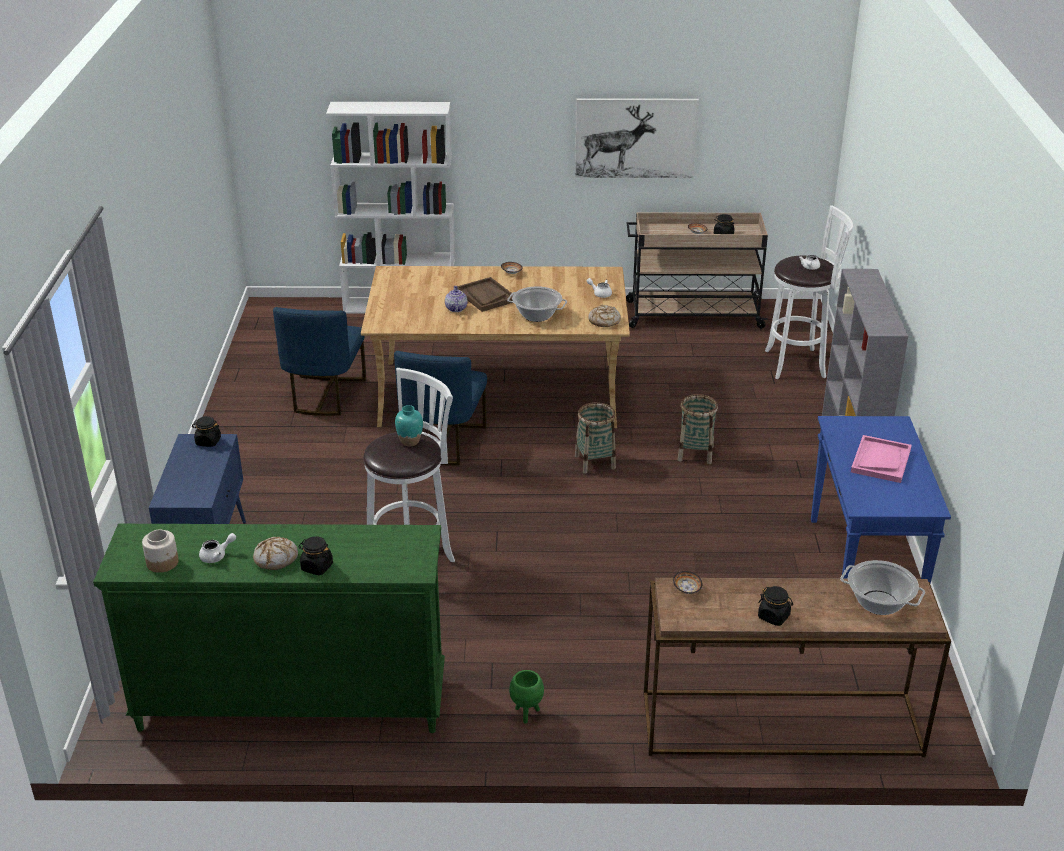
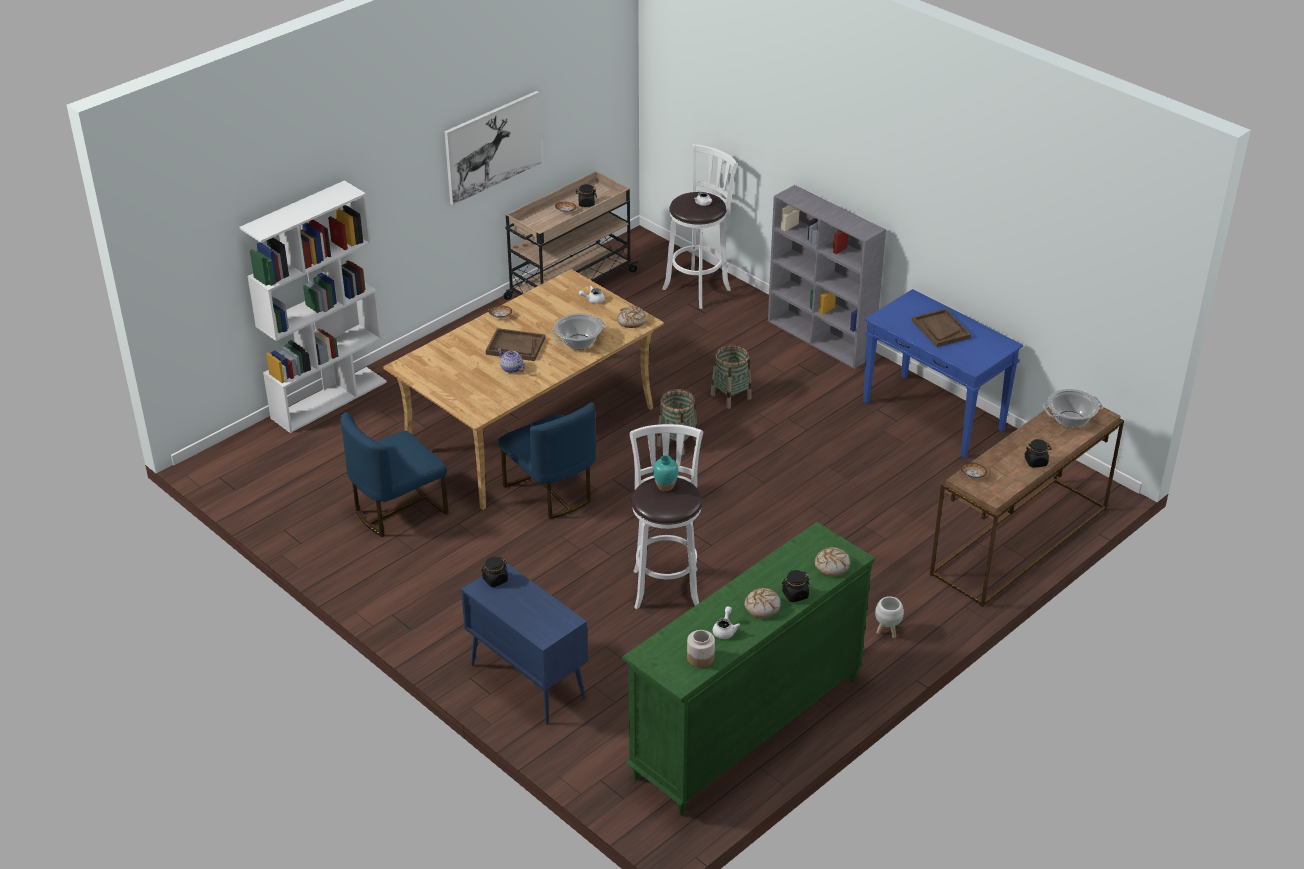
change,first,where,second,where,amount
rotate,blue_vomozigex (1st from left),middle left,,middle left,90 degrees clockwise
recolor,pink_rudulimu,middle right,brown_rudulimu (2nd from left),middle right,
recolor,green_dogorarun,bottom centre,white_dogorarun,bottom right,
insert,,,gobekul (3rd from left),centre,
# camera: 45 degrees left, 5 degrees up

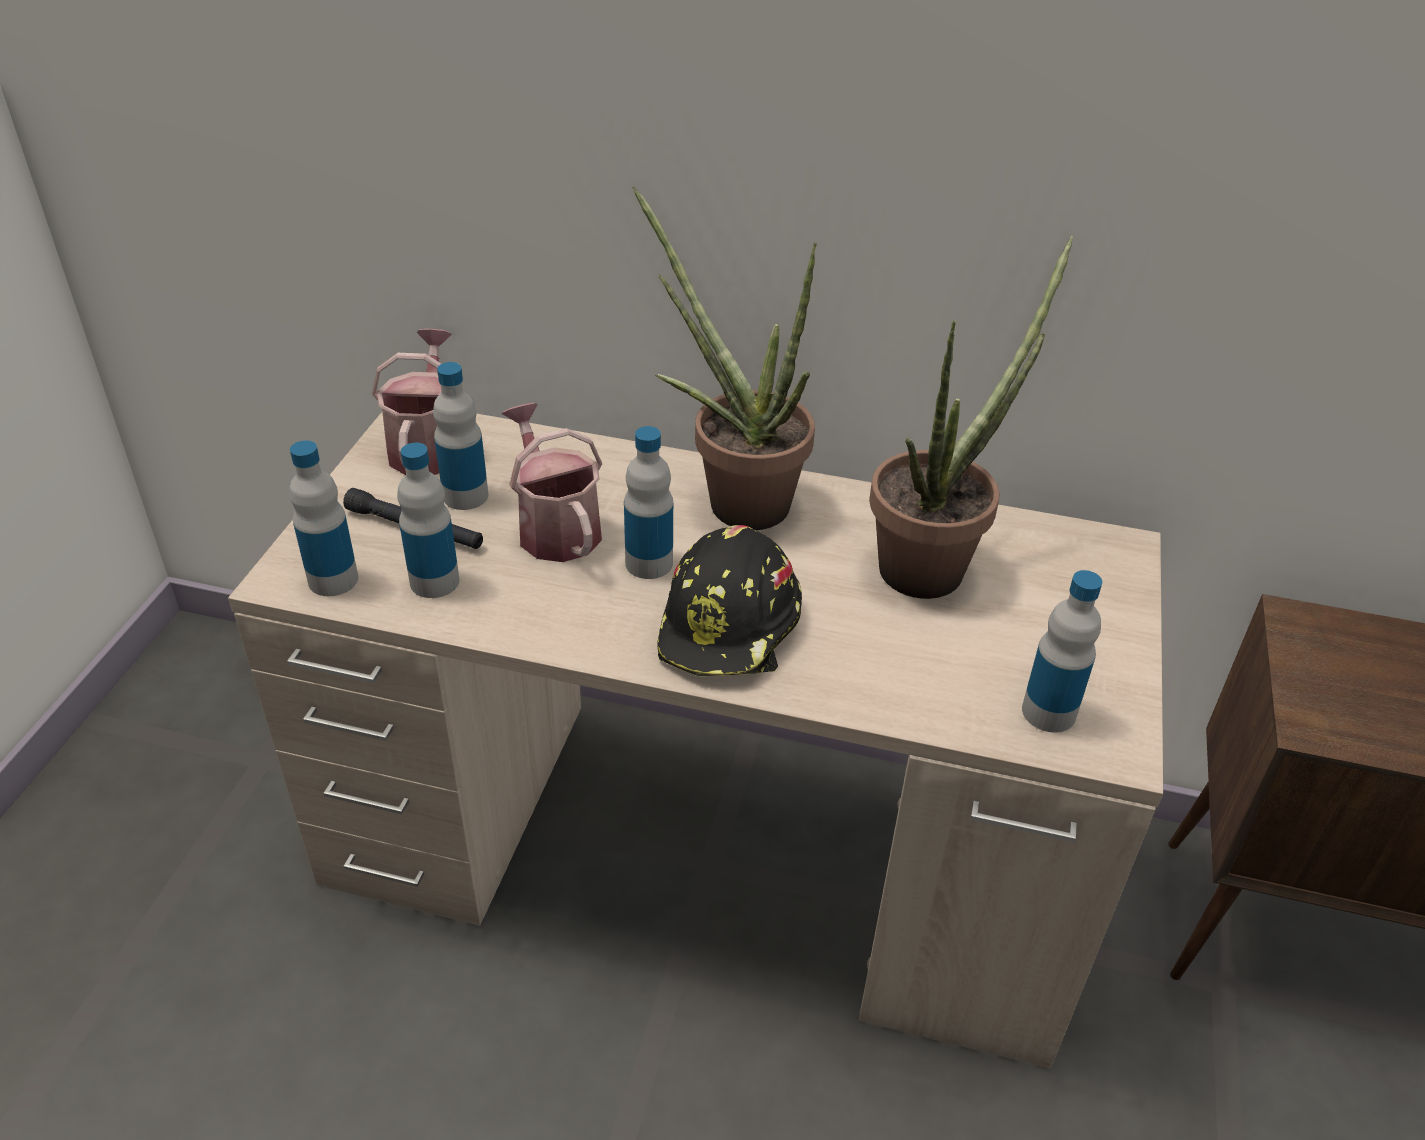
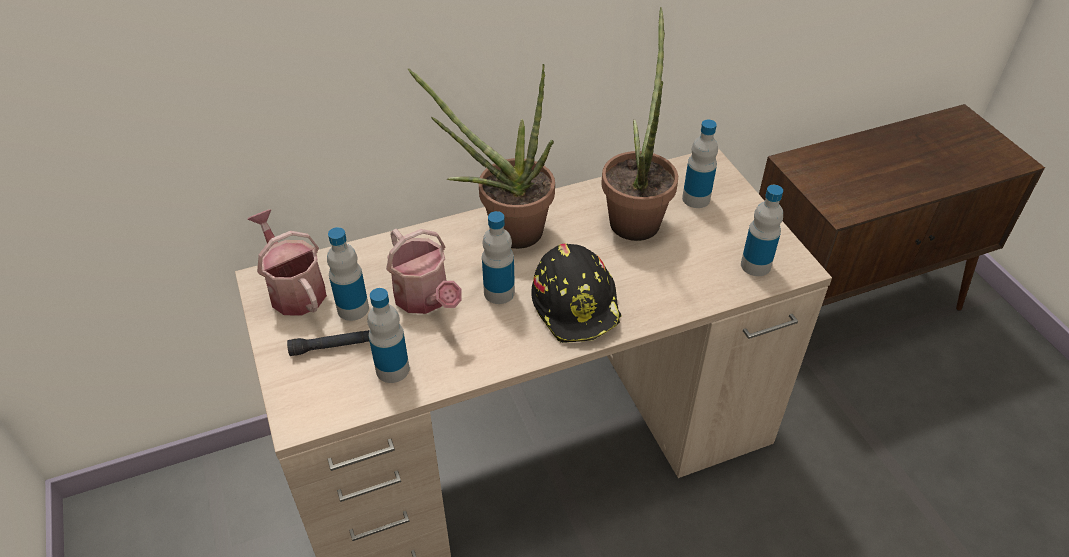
change,first,where,second,where,amount
rotate,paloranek (2nd from left),centre,,centre,150 degrees counterclockwise
move,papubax (1st from left in the first image),middle left,papubax (4th from left),top centre,
# camera: 35 degrees left, 5 degrees up

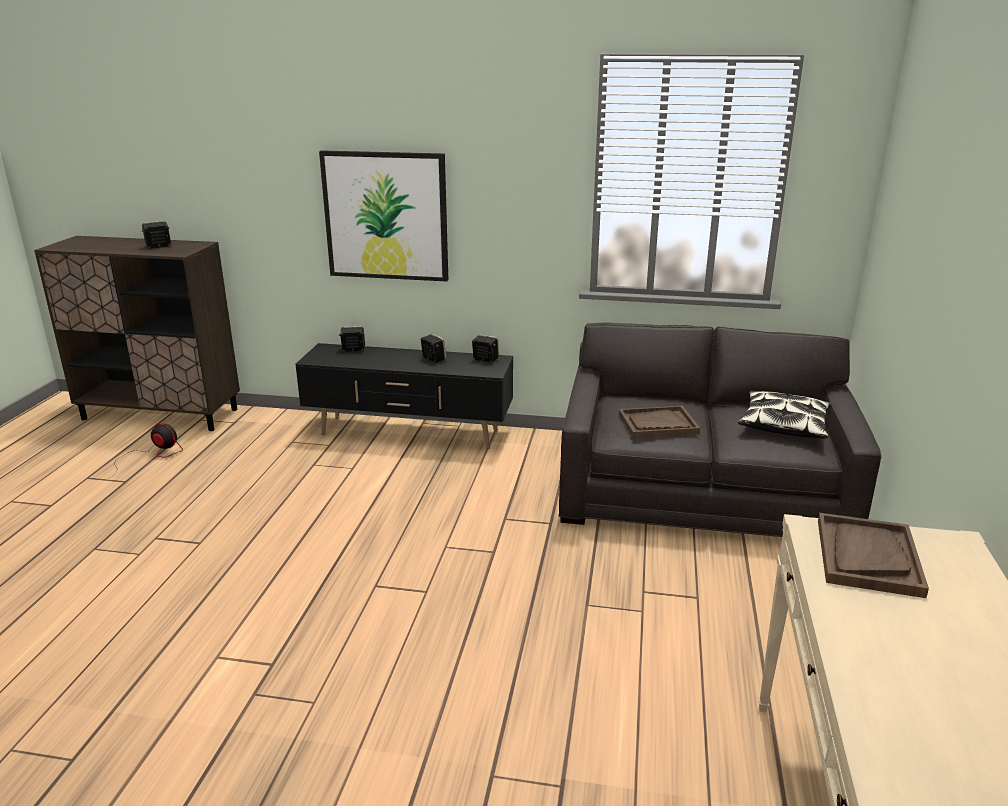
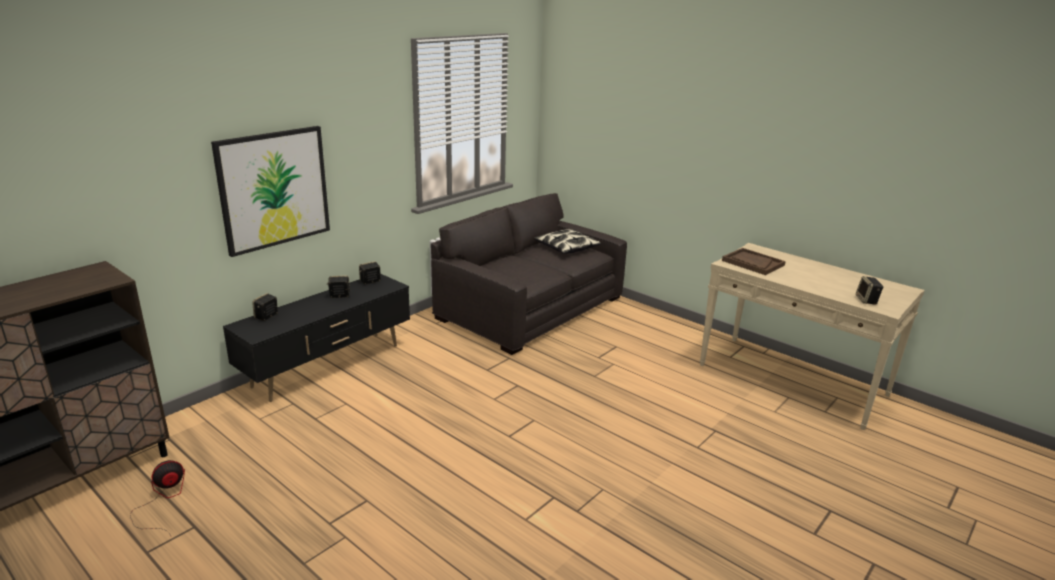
change,first,where,second,where,amount
move,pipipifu (1st from left in the first image),top left,pipipifu (4th from left),middle right,
delete,brown_rudulimu (1st from left),centre,,,
# camera: 60 degrees left, 0 degrees up

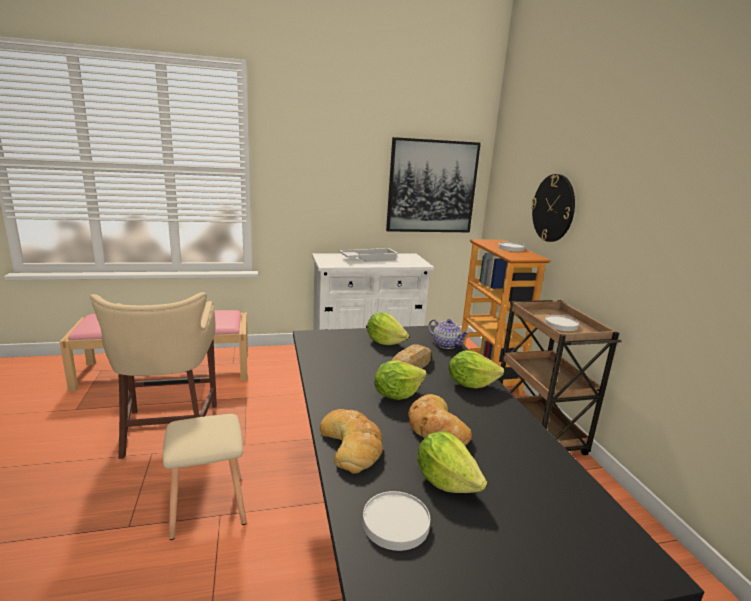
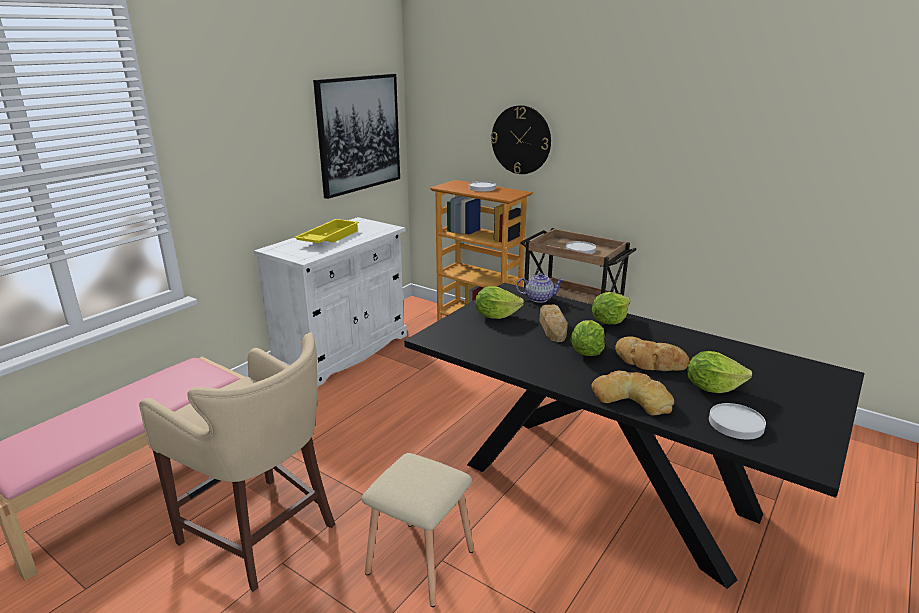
change,first,where,second,where,amount
recolor,white_rudulimu,centre,yellow_rudulimu,centre,
# camera: 40 degrees left, 5 degrees up

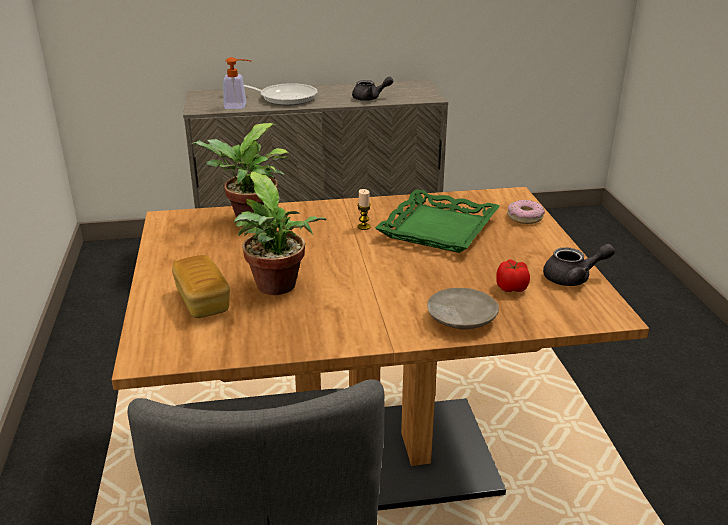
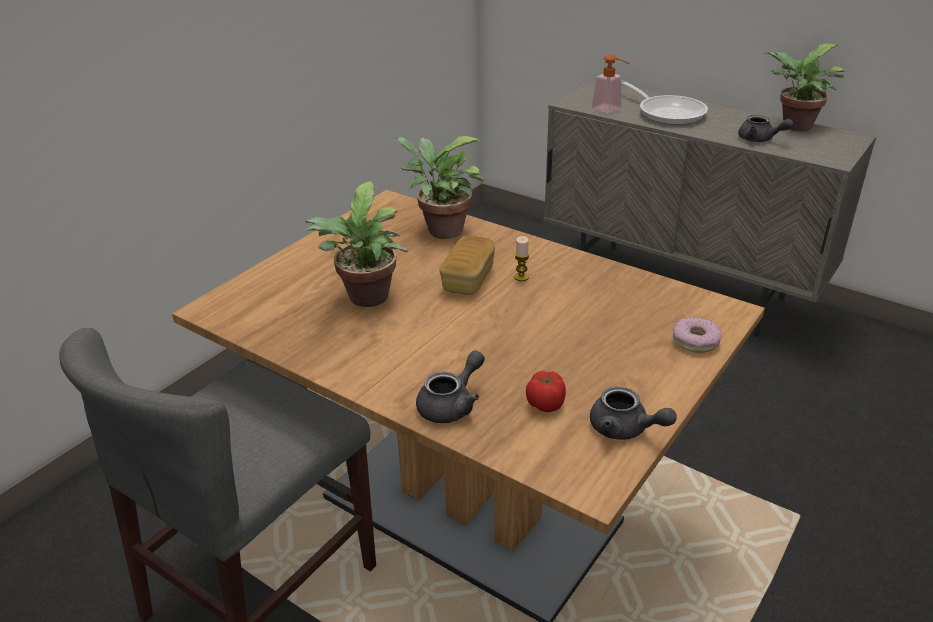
change,first,where,second,where,amount
delete,green_rudulimu,centre,,,
move,gobekul,middle left,,centre,
replace,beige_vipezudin,centre,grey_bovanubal (1st from left),centre,
insert,,,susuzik (3rd from left),top right,
# camera: 45 degrees right, 5 degrees up

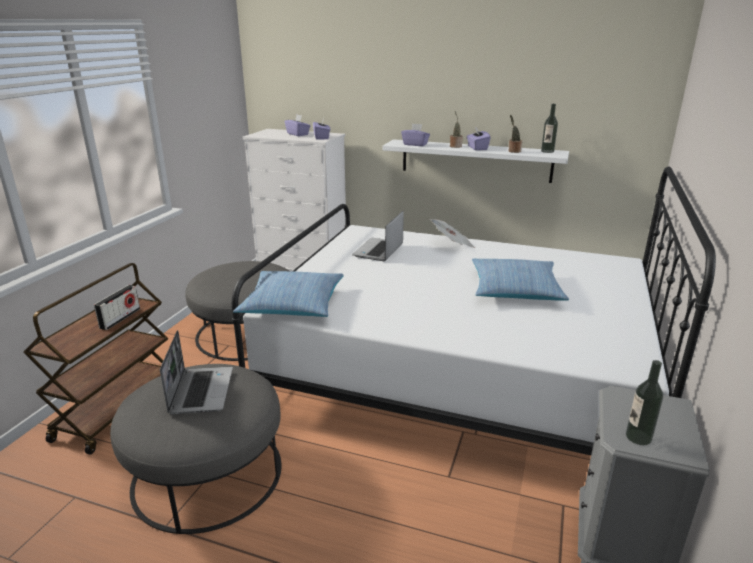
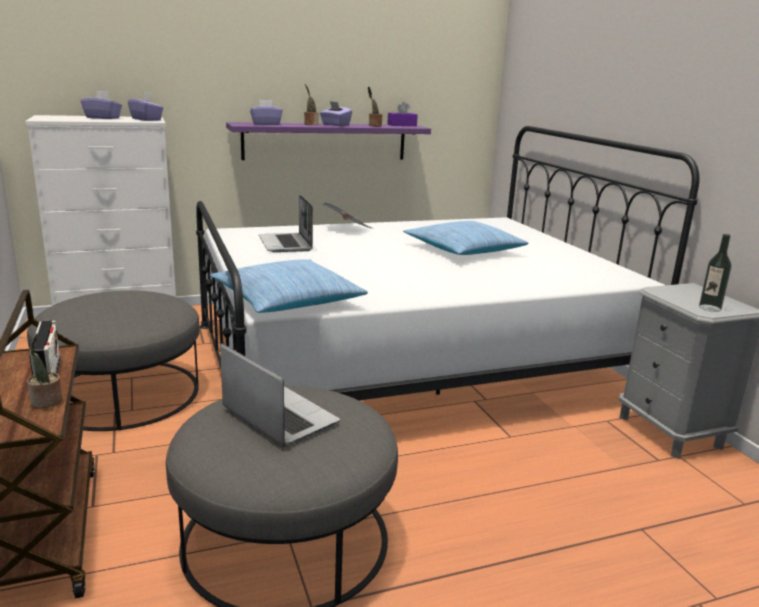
change,first,where,second,where,amount
replace,papubax (1st from left),top right,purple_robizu (5th from left),top centre,
recolor,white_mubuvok,top centre,purple_mubuvok,top centre,
insert,,,susuzik (1st from left),middle left,
# camera: 40 degrees left, 5 degrees down

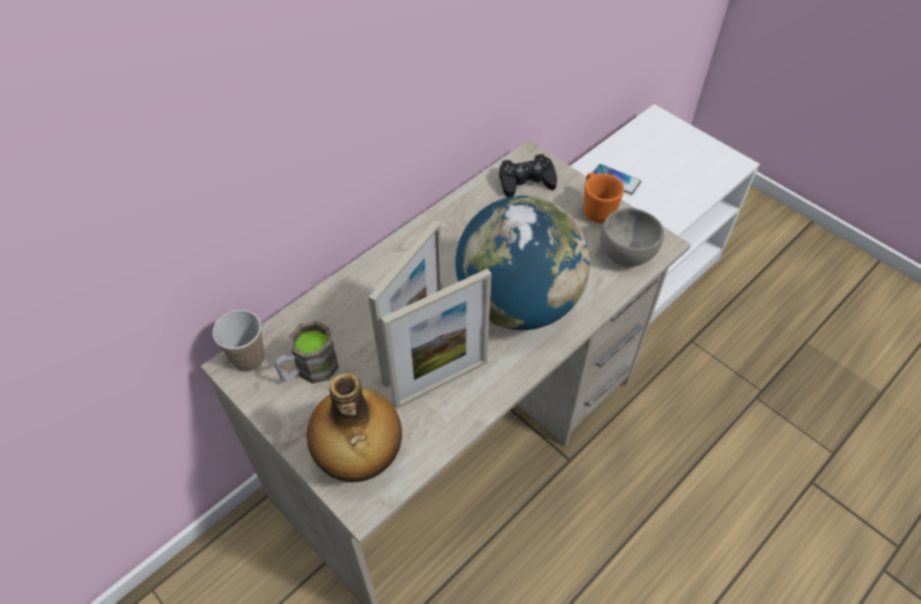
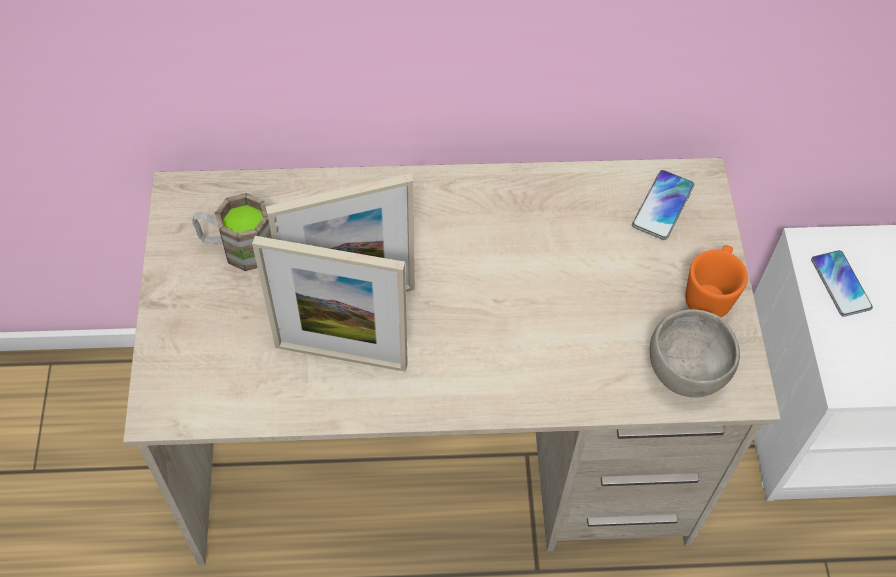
change,first,where,second,where,amount
replace,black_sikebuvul,top centre,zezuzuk (1st from left),middle right,
delete,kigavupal,centre,,,
delete,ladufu,middle left,,,
delete,papubax,bottom centre,,,
# camera: 40 degrees right, 5 degrees up

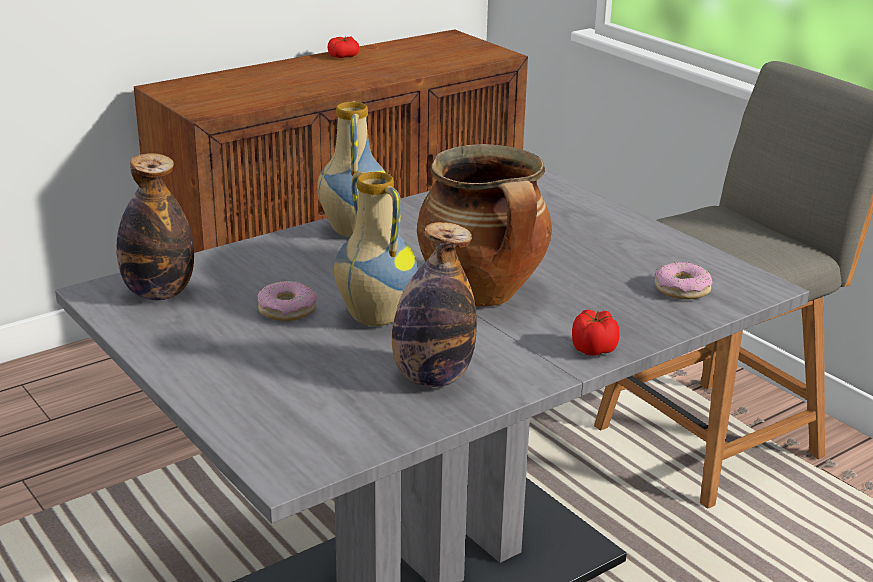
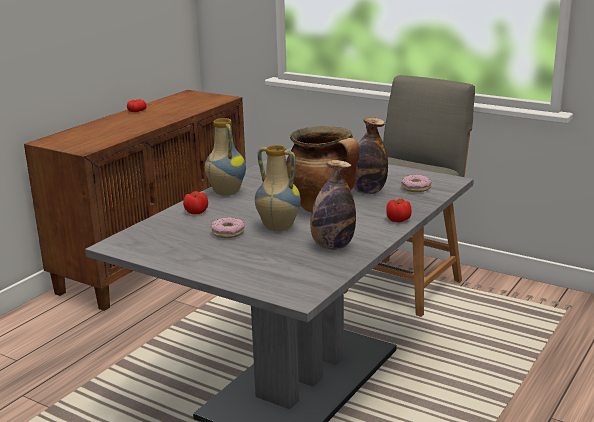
change,first,where,second,where,amount
move,papubax (1st from left in the first image),middle left,papubax (2nd from left),centre,
insert,,,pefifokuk (2nd from left),middle left,
# camera: 20 degrees left, 5 degrees down

